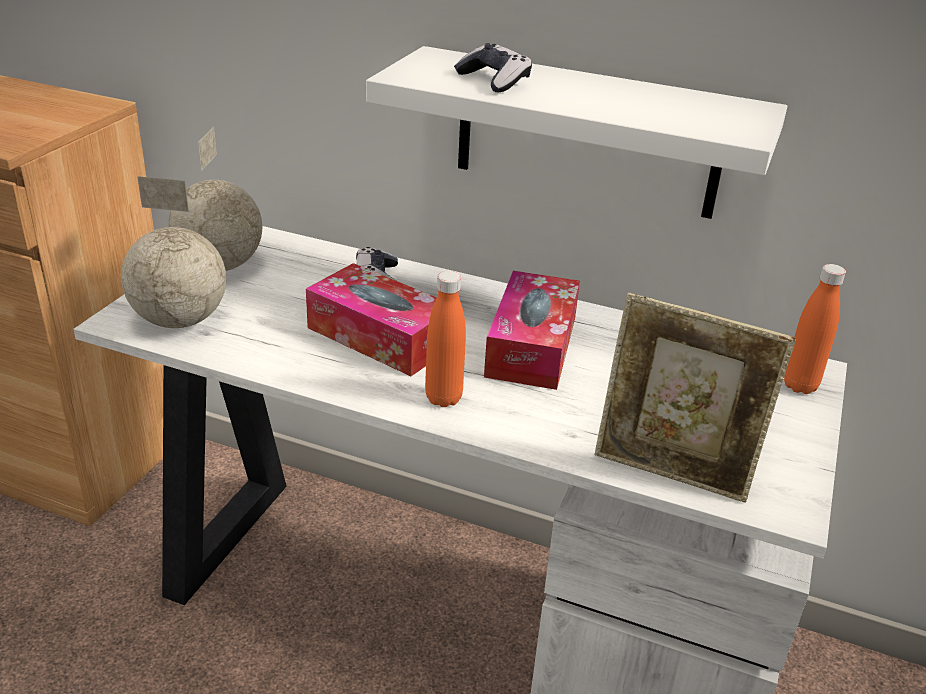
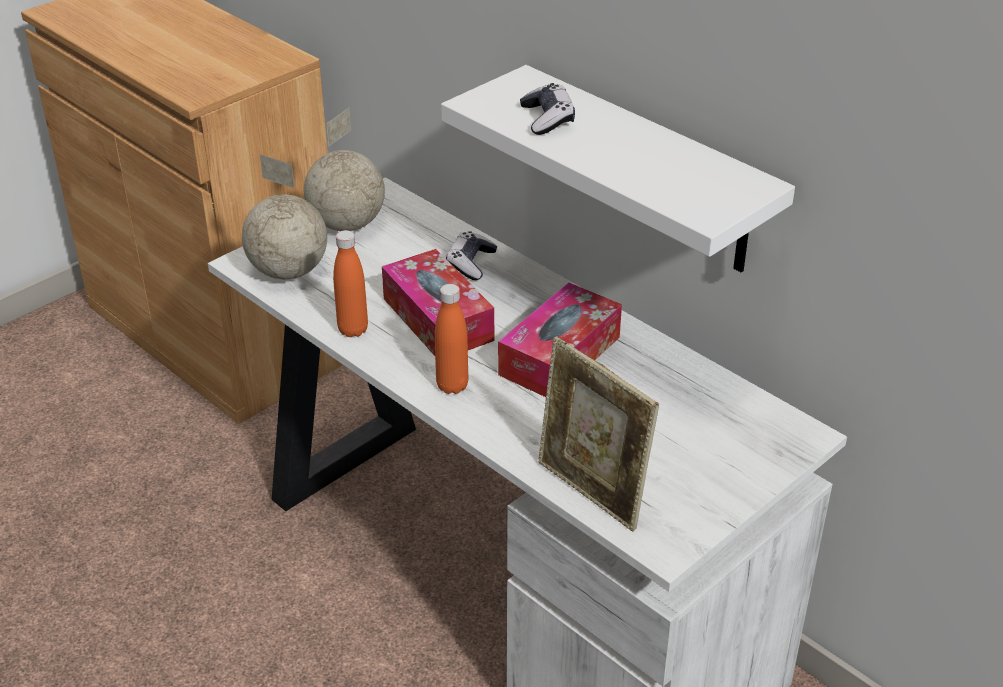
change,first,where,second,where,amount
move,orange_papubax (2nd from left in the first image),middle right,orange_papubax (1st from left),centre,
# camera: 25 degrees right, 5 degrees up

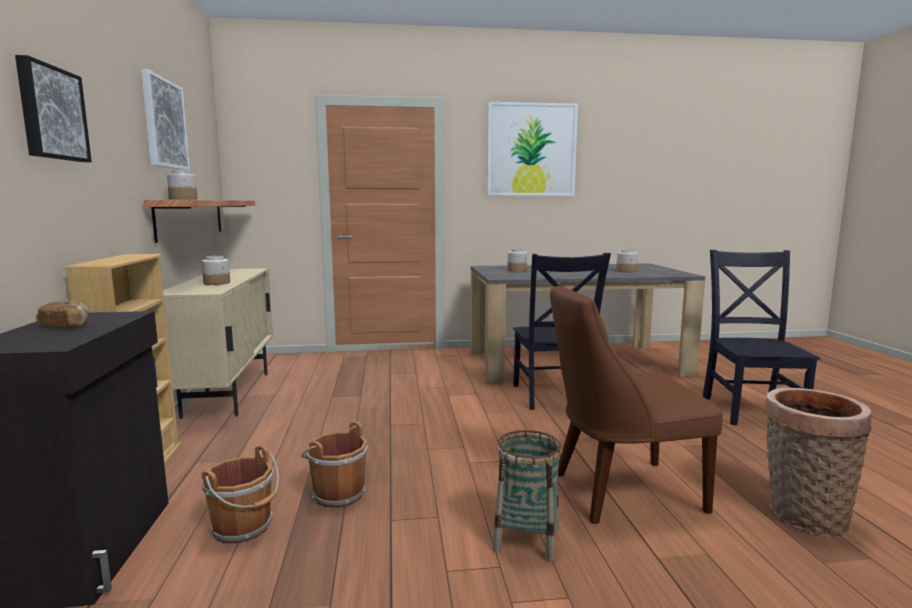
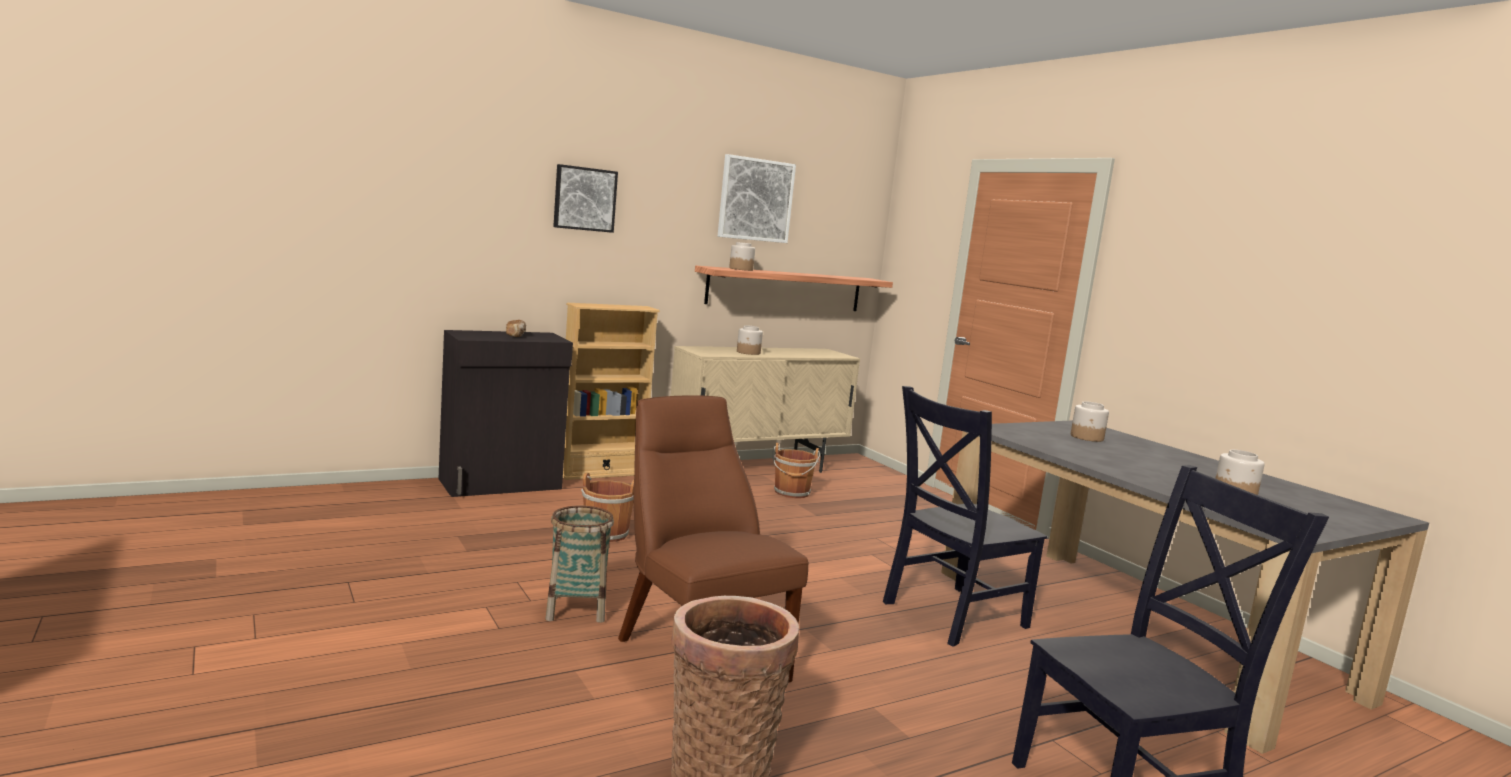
change,first,where,second,where,amount
delete,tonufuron (3rd from left),top centre,,,
move,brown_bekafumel (1st from left in the first image),bottom left,brown_bekafumel (2nd from left),centre,
# camera: 65 degrees right, 0 degrees up

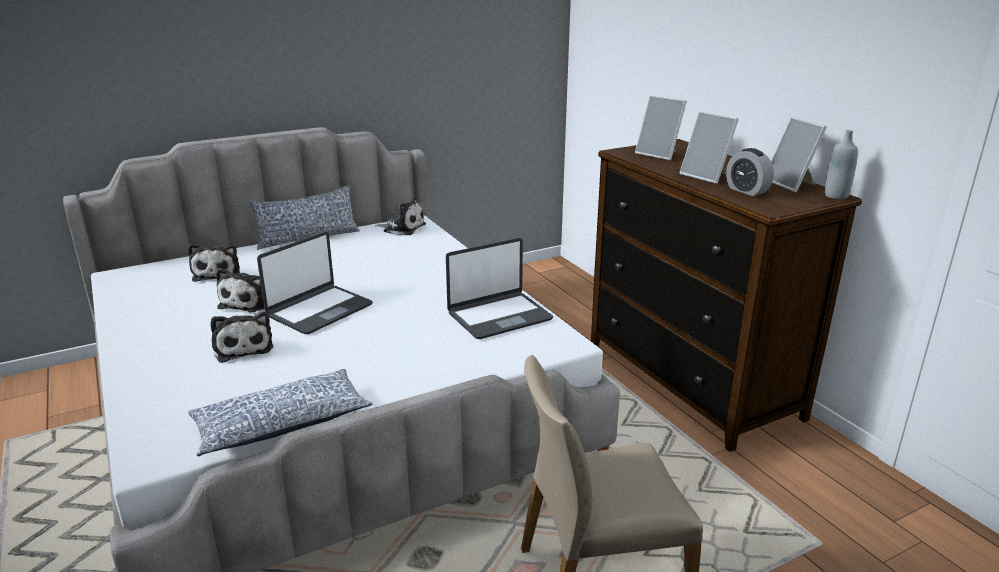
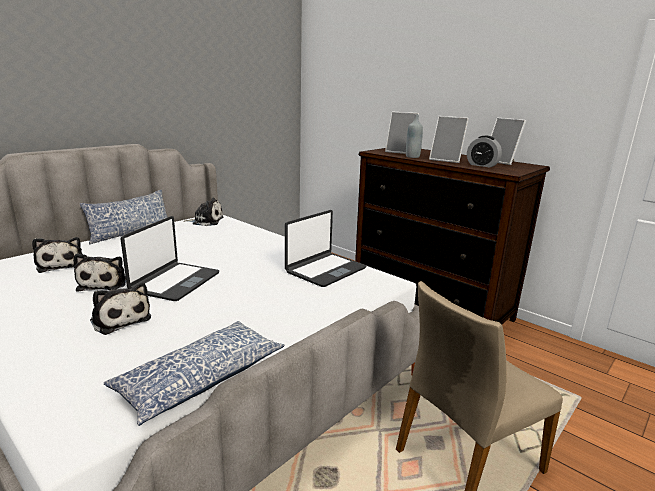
change,first,where,second,where,amount
move,grey_papubax,top right,,top centre,
# camera: 20 degrees left, 5 degrees down

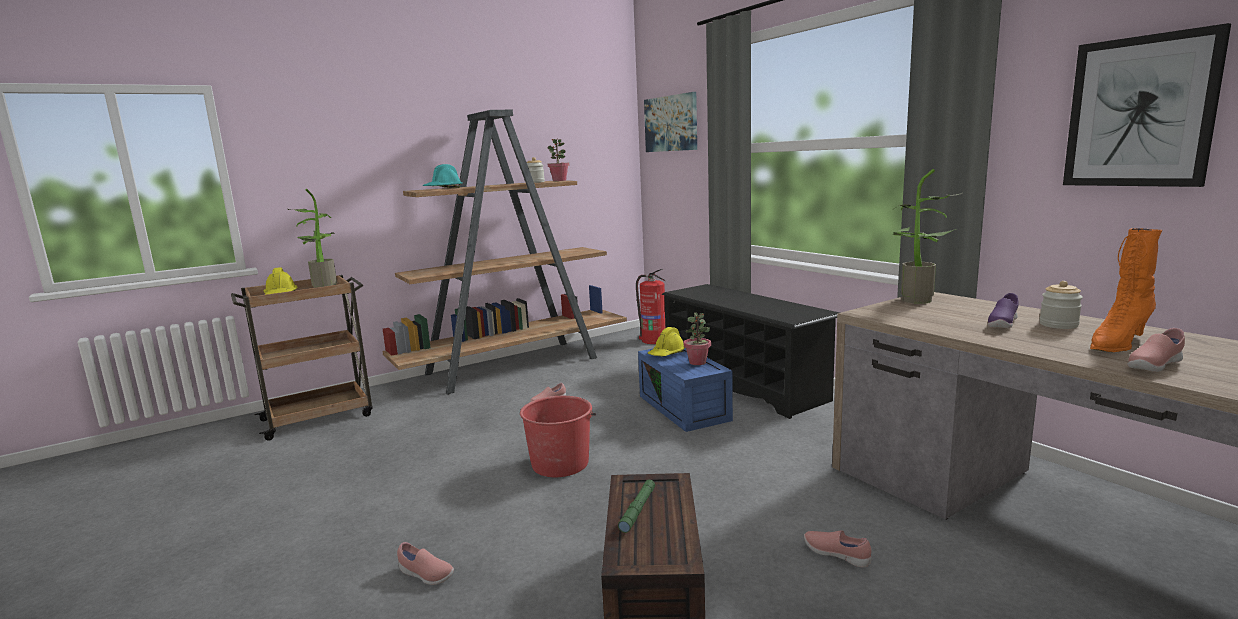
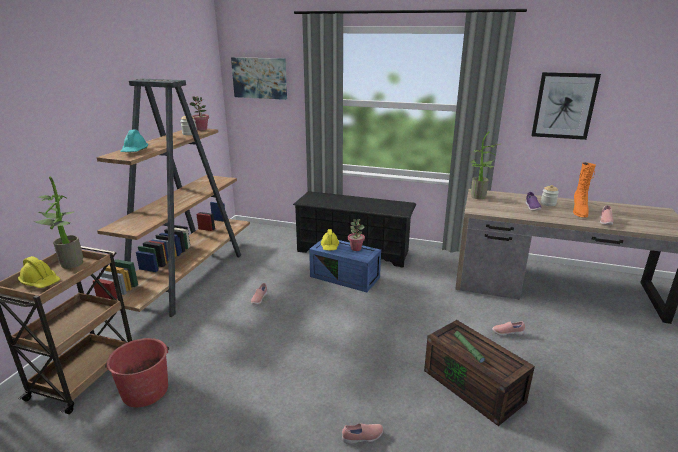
change,first,where,second,where,amount
delete,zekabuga,centre,,,
move,red_bekafumel,bottom centre,,bottom left,
# camera: 40 degrees left, 10 degrees up

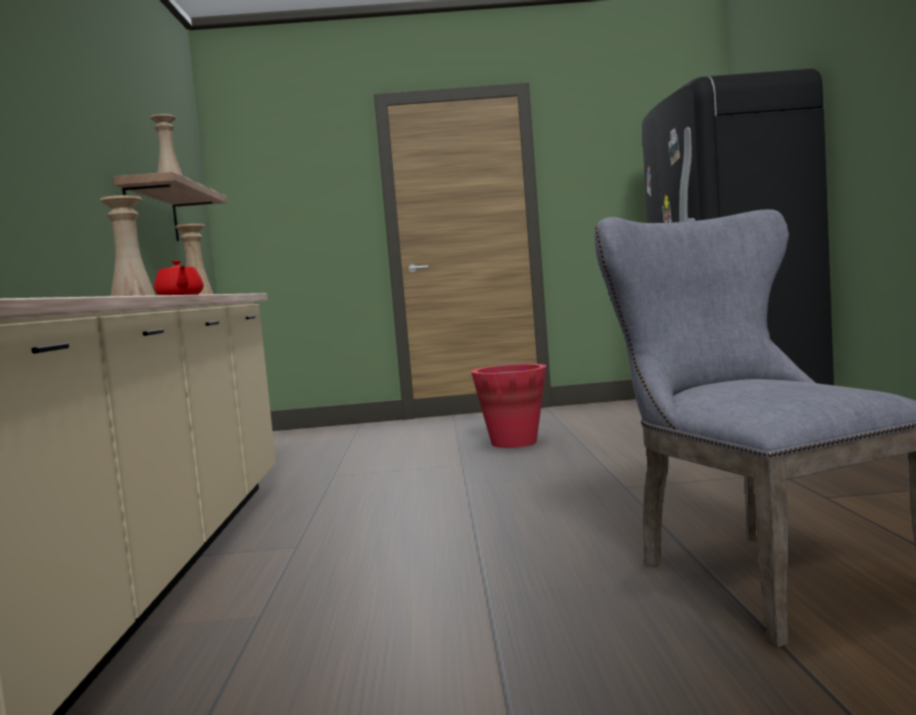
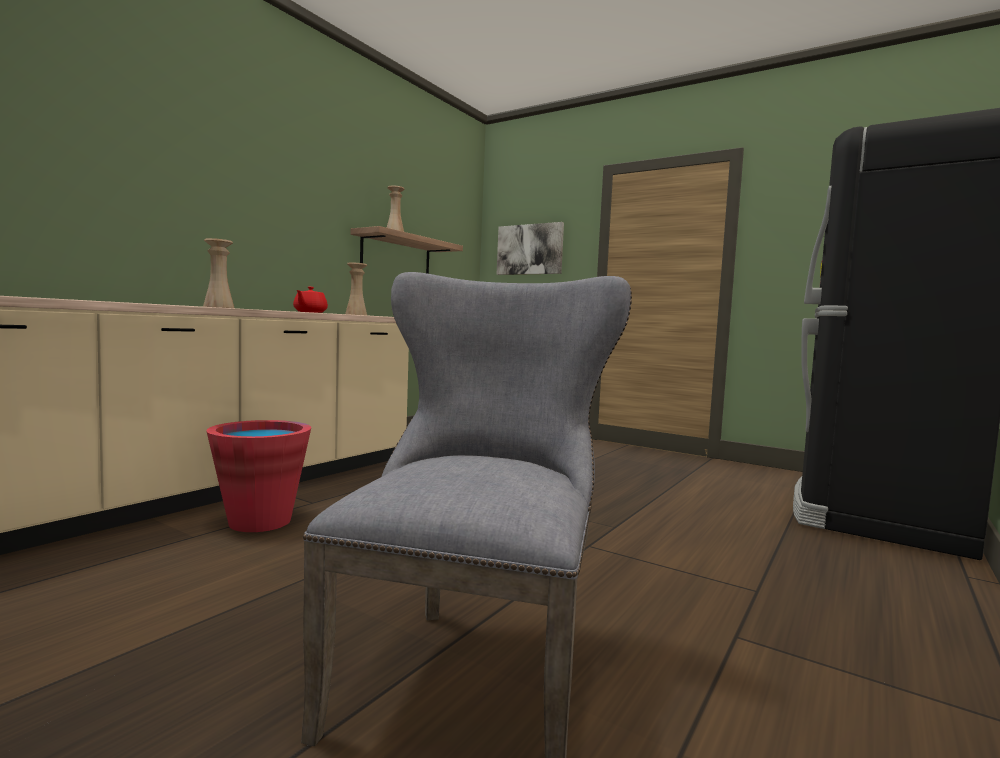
change,first,where,second,where,amount
move,red_bekafumel,centre,,middle left,
insert,,,tonufuron,top centre,
# camera: 35 degrees right, 0 degrees up

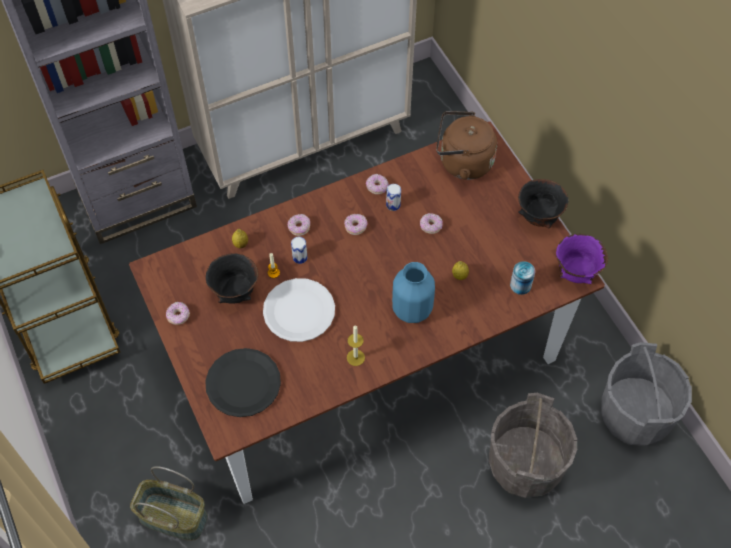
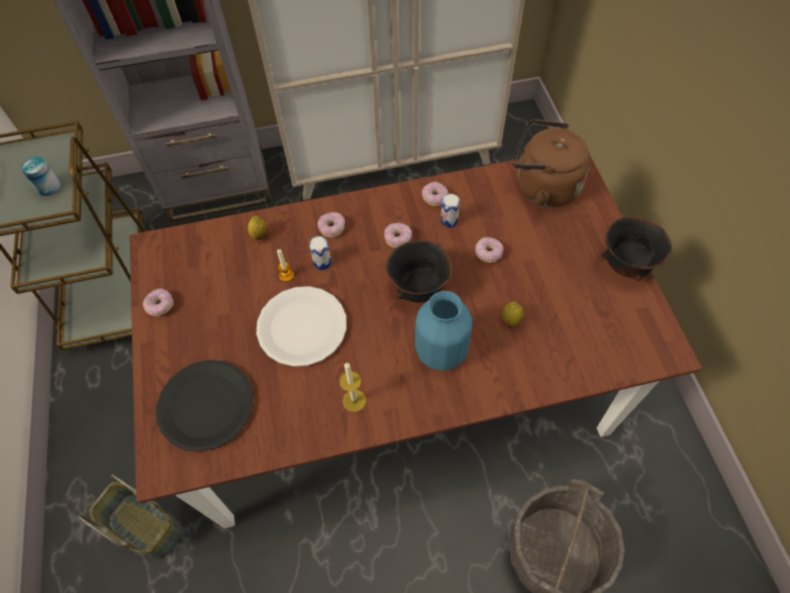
change,first,where,second,where,amount
delete,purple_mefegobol,middle right,,,
move,black_mefegobol (1st from left),middle left,,centre,
move,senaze (3rd from left in the first image),middle right,senaze (1st from left),top left,
delete,grey_bekafumel (2nd from left),bottom right,,,
# camera: 15 degrees right, 0 degrees up

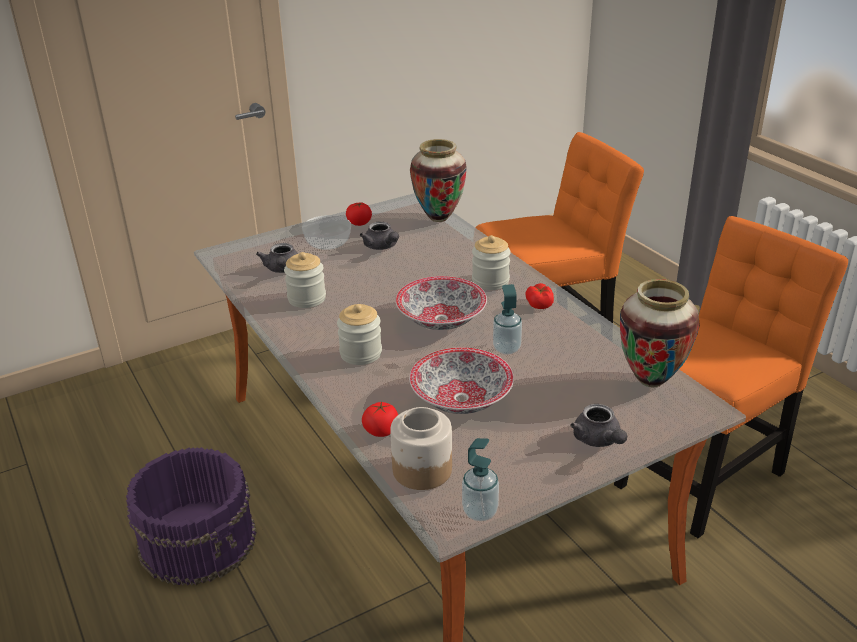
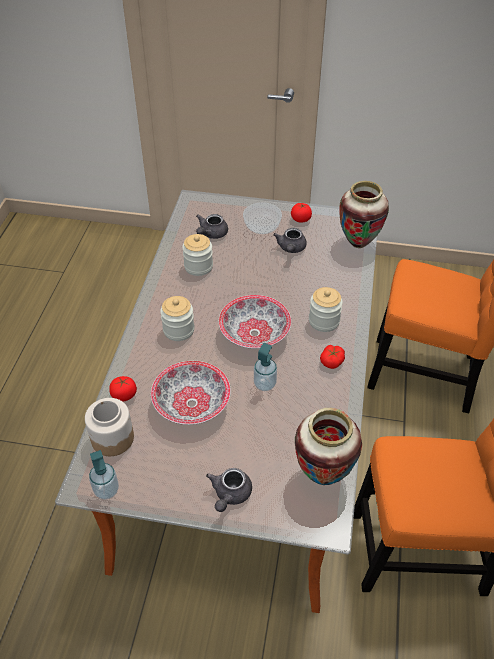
change,first,where,second,where,amount
delete,purple_bekafumel,bottom left,,,
# camera: 40 degrees right, 15 degrees up

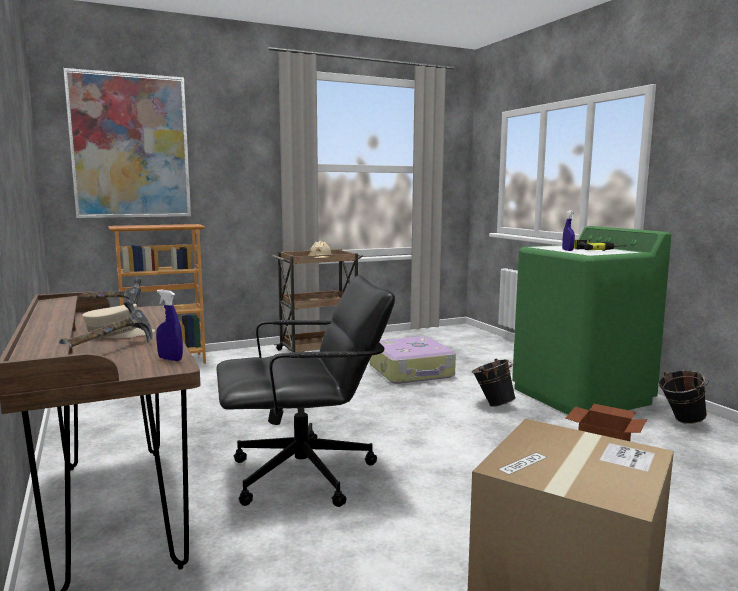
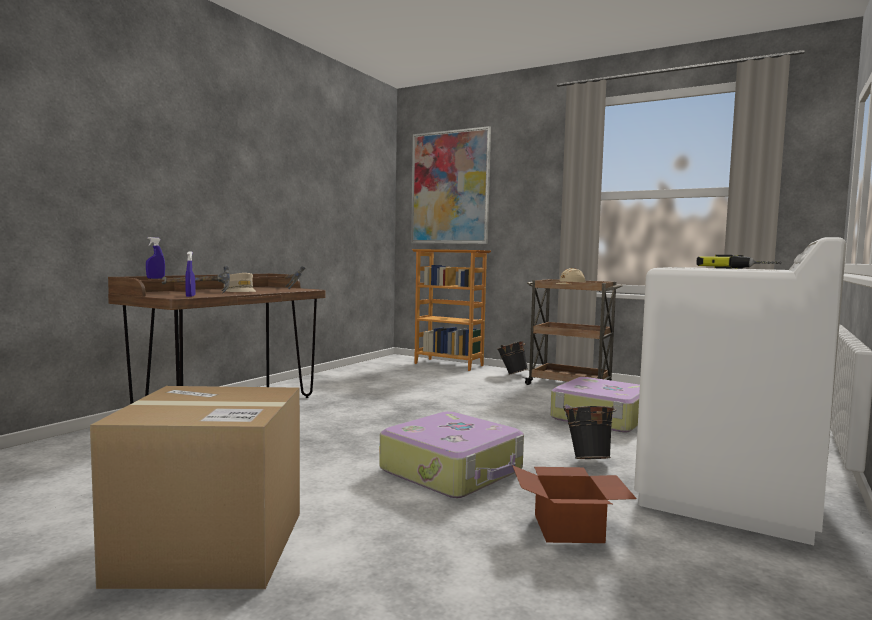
change,first,where,second,where,amount
move,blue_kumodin (2nd from left in the first image),middle right,blue_kumodin (1st from left),middle left,
recolor,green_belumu,middle right,white_belumu,middle right,
delete,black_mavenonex,centre,,,
move,black_bekafumel (2nd from left in the first image),bottom right,black_bekafumel (1st from left),centre,
insert,,,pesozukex (1st from left),bottom centre,
# camera: 55 degrees right, 5 degrees down

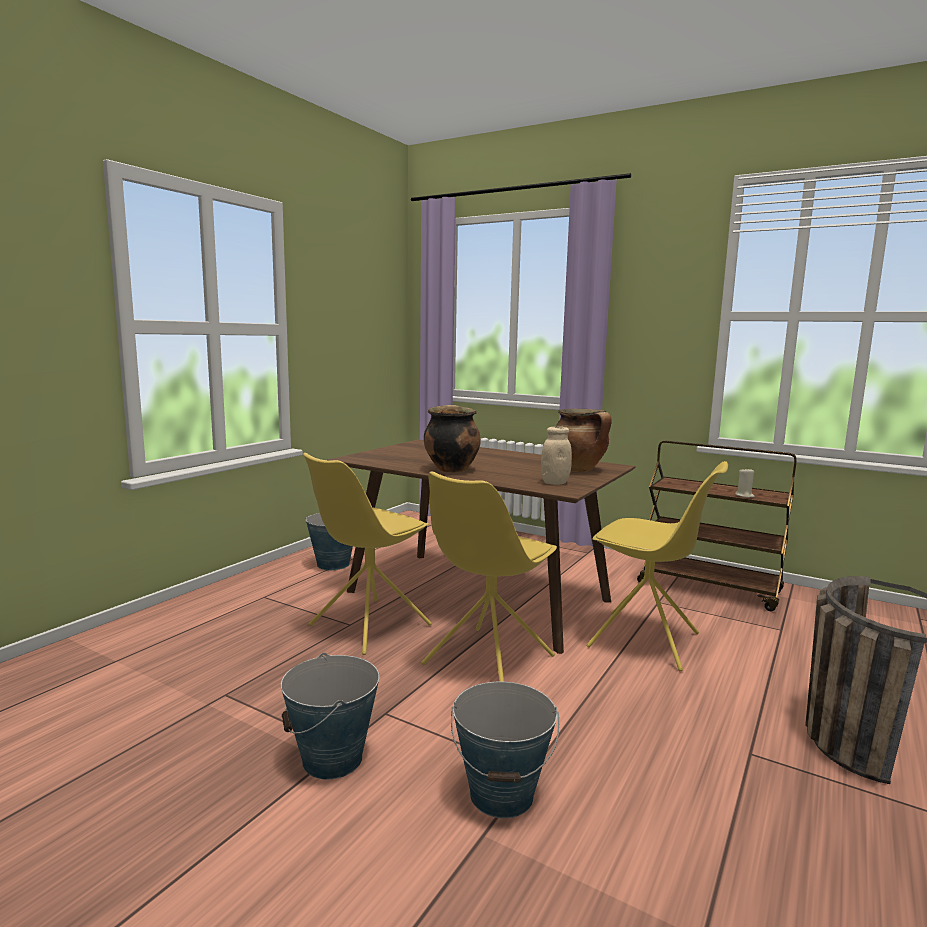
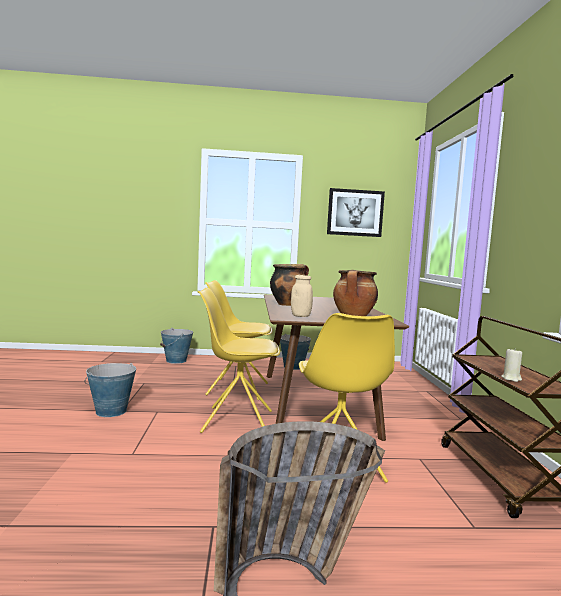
change,first,where,second,where,amount
move,bekafumel (3rd from left in the first image),bottom centre,bekafumel (2nd from left),middle left,
insert,,,tonufuron,centre,
# camera: 55 degrees right, 5 degrees down

